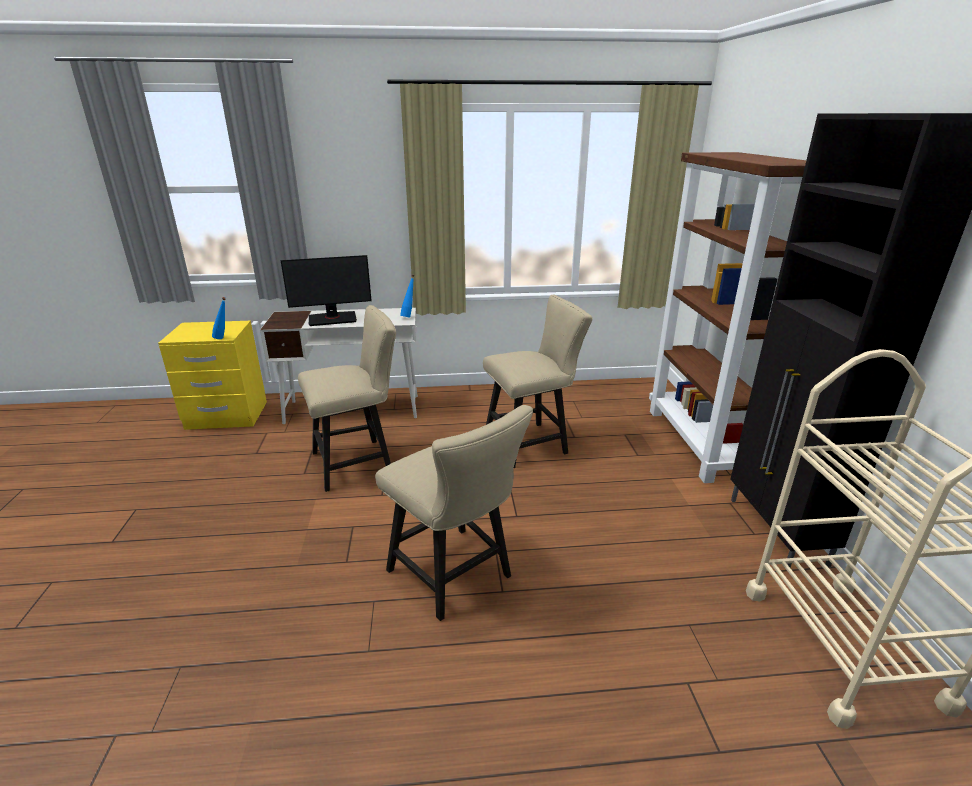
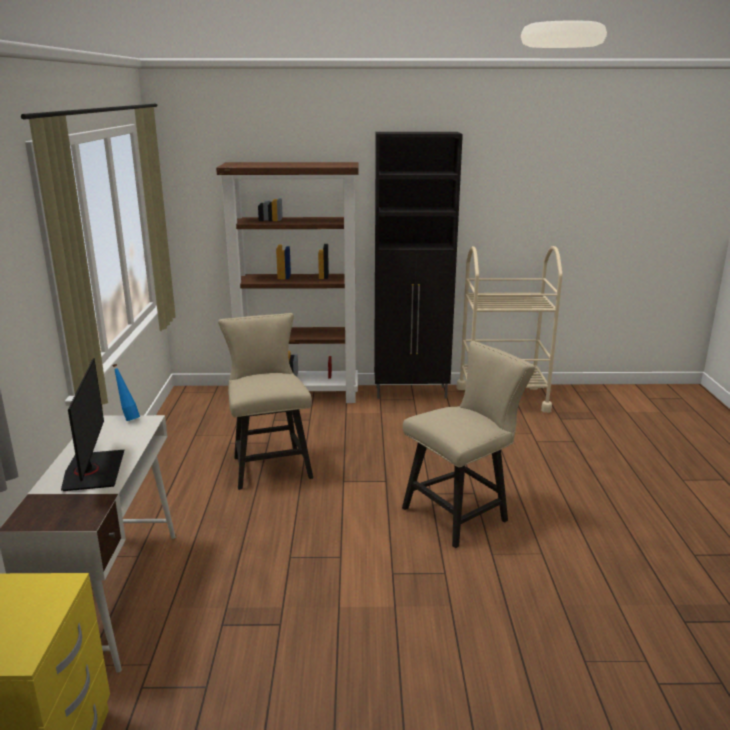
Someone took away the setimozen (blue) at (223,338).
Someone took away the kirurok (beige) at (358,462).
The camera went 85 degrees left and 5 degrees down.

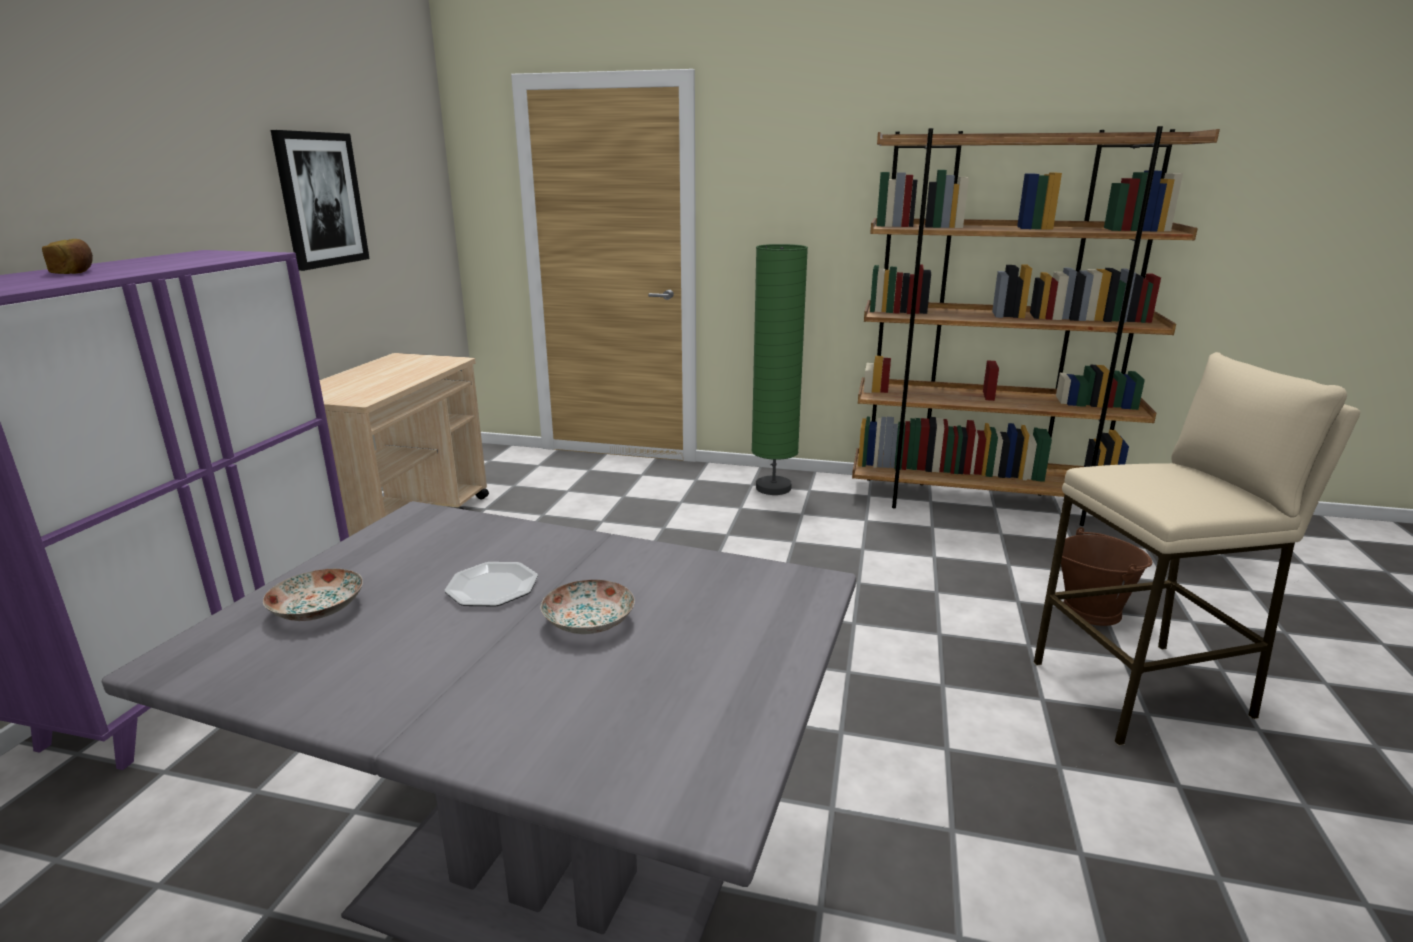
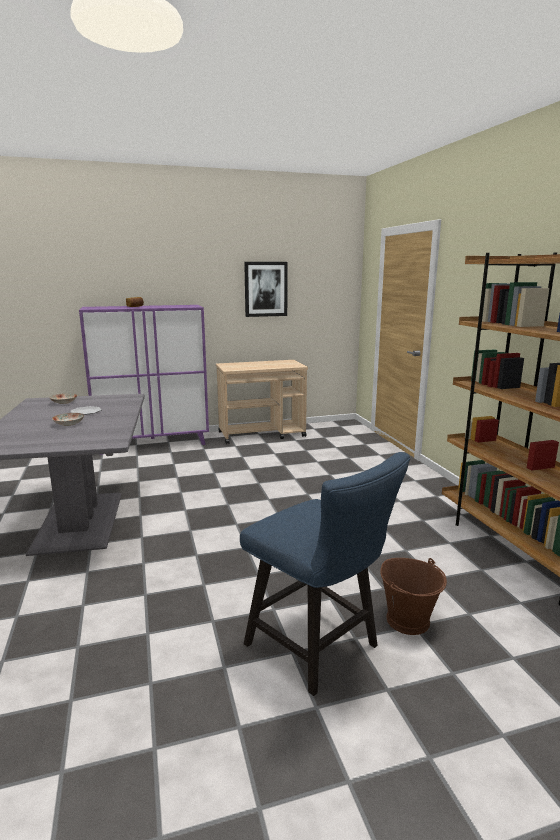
Someone took away the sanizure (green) at (773,488).
Someone swapped the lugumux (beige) at (1143,690) for the kirurok (blue) at (319,649).
The camera went 60 degrees right and 5 degrees down.

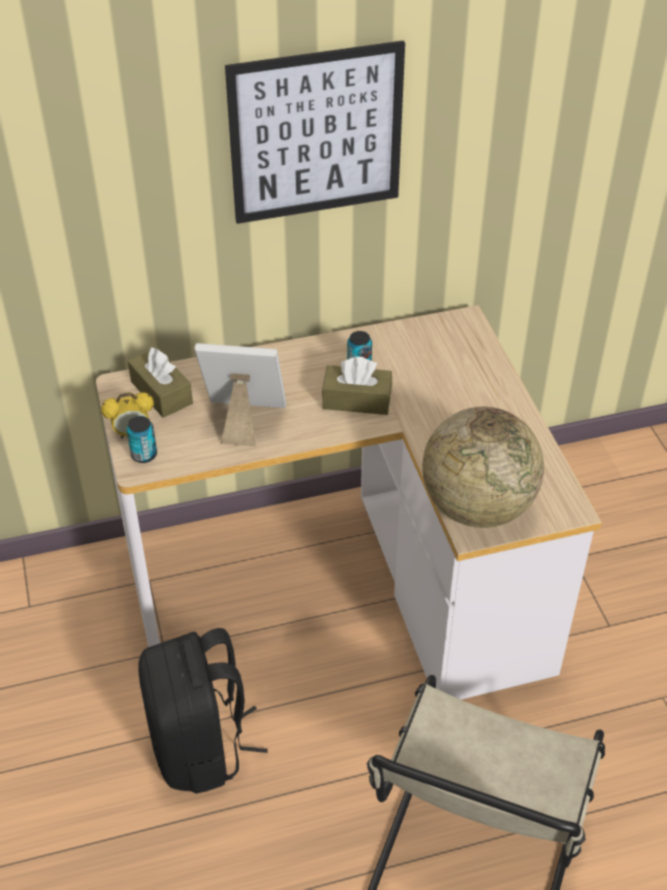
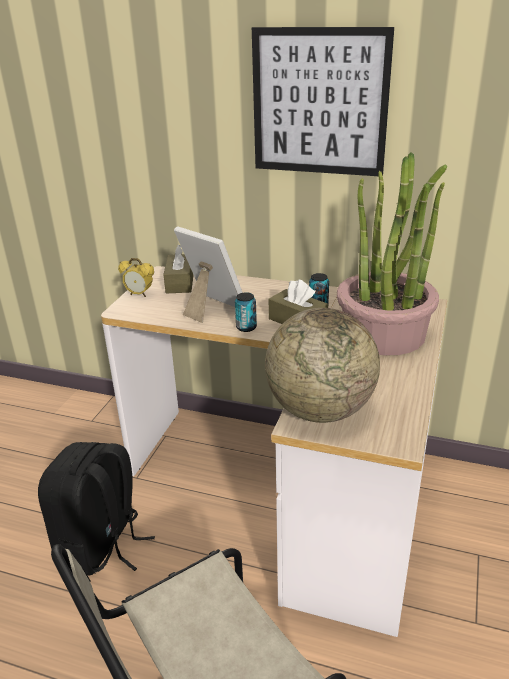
Someone carried the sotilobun from (144,455) to (246,327).
Someone put down the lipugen at (384,334).
The camera went 35 degrees right and 15 degrees down.

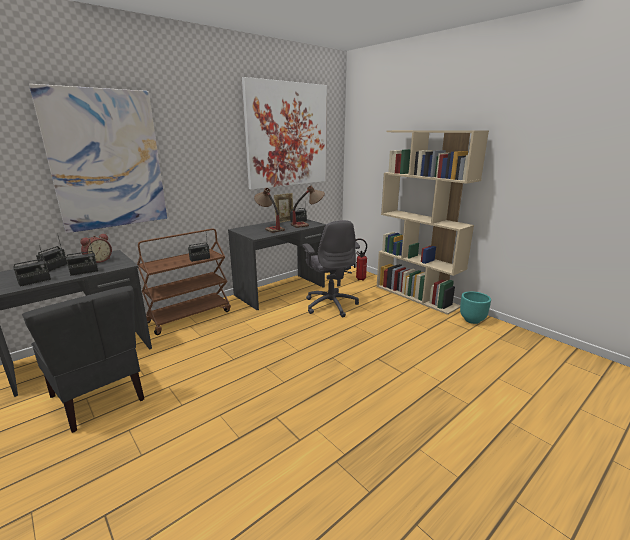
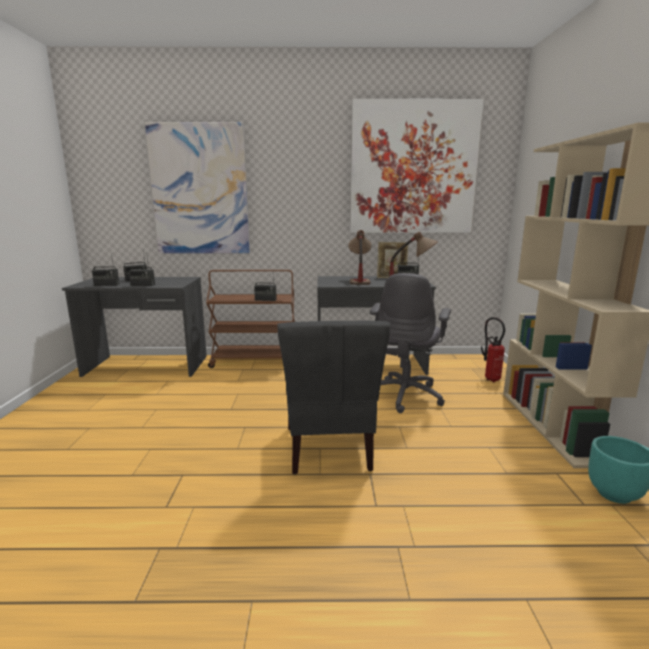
Someone carried the kirurok (grey) from (99,397) to (329,448).
Someone took away the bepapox at (98,261).
The camera went 40 degrees right and 5 degrees down.

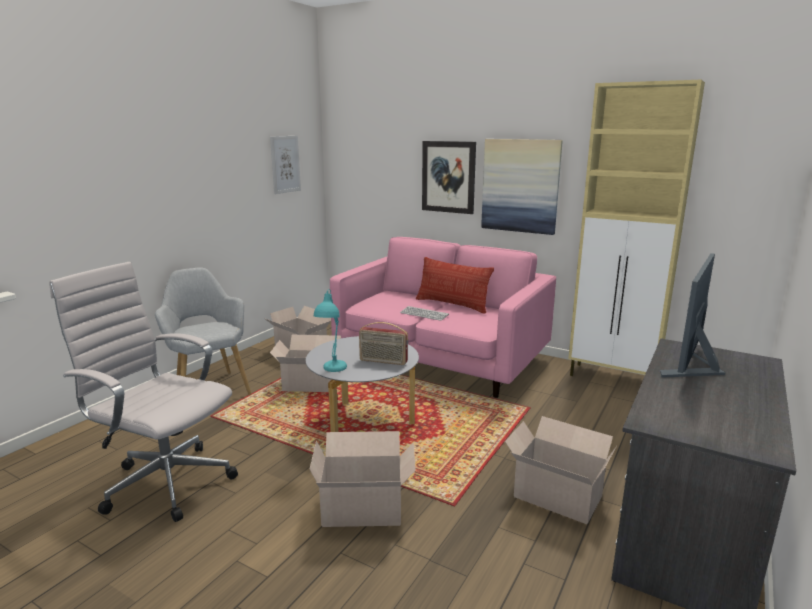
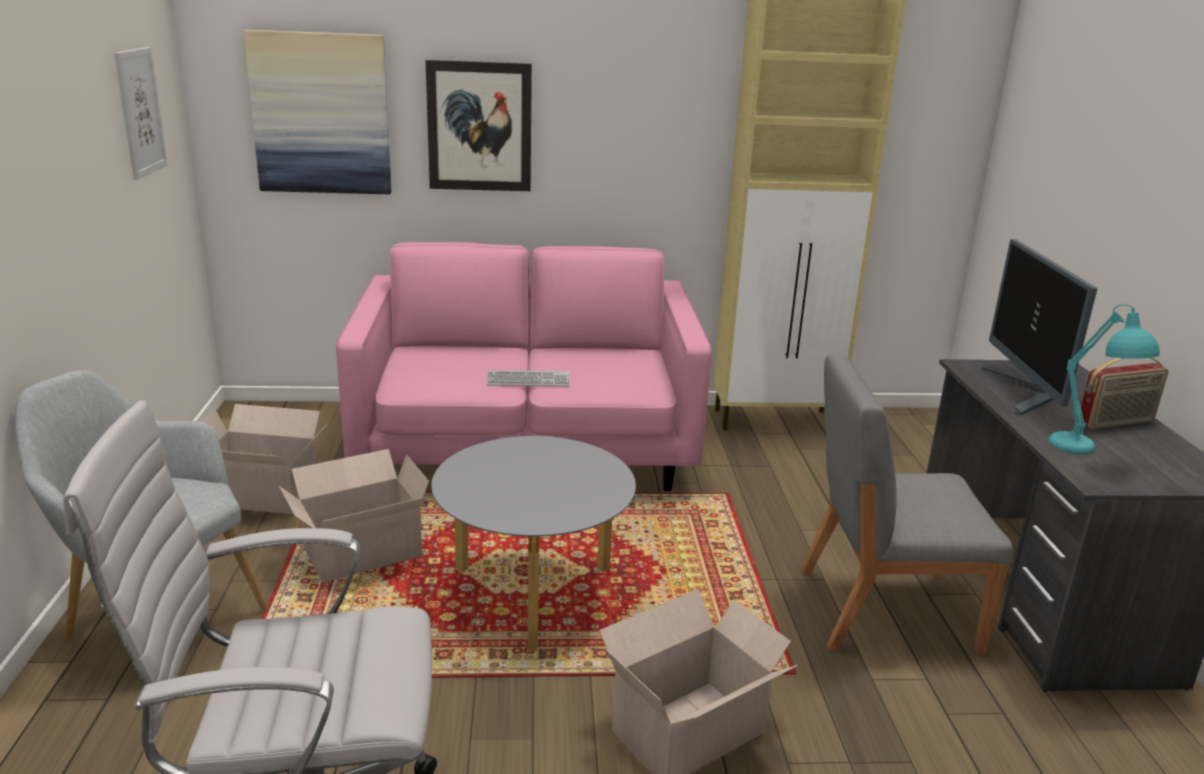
Someone carried the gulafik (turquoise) from (331,371) to (1086,452).
Someone carried the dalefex from (383,361) to (1116,423).
Someone took away the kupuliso at (452,304).
Someone carried the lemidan from (520,186) to (321,114).
Someone swapped the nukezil at (555,495) for the kirurok (grey) at (884,608).
The camera went 35 degrees left and 5 degrees up.

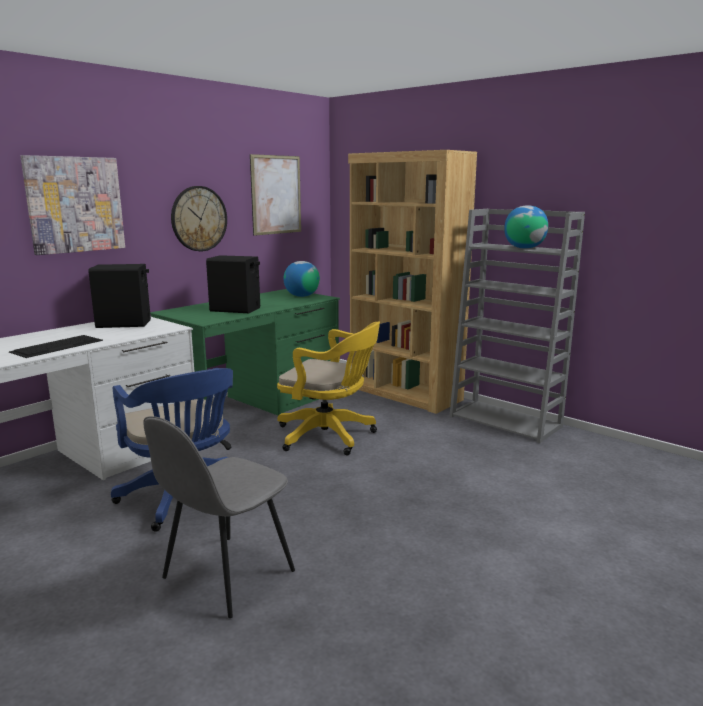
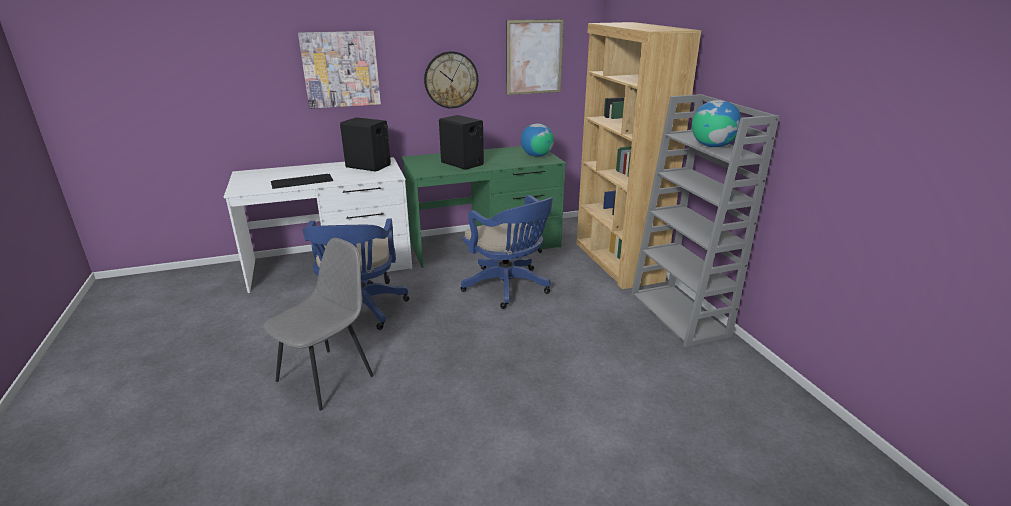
Someone rotated the kirurok (grey) at (226,576) by 150 degrees clockwise.
Someone repainted the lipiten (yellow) at (330,436), which became the lipiten (blue) at (508,288).
The camera went 30 degrees right and 10 degrees up.

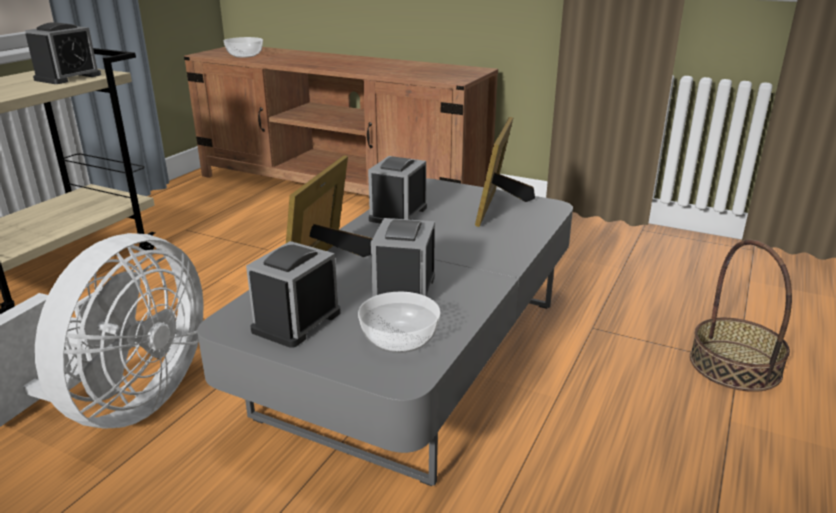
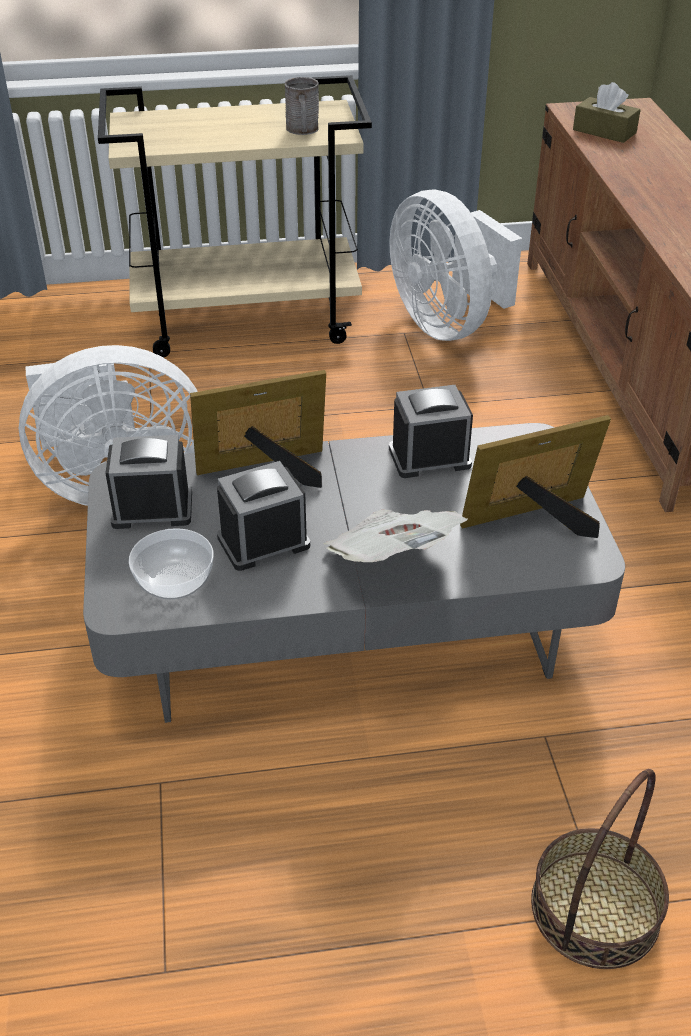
Someone swapped the bepapox at (68,77) for the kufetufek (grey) at (303,130).
Someone swapped the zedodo at (244,55) for the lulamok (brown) at (604,131).
Someone put down the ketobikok at (392,559).
Someone put down the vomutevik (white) at (447,323).
The camera went 55 degrees right and 15 degrees up.

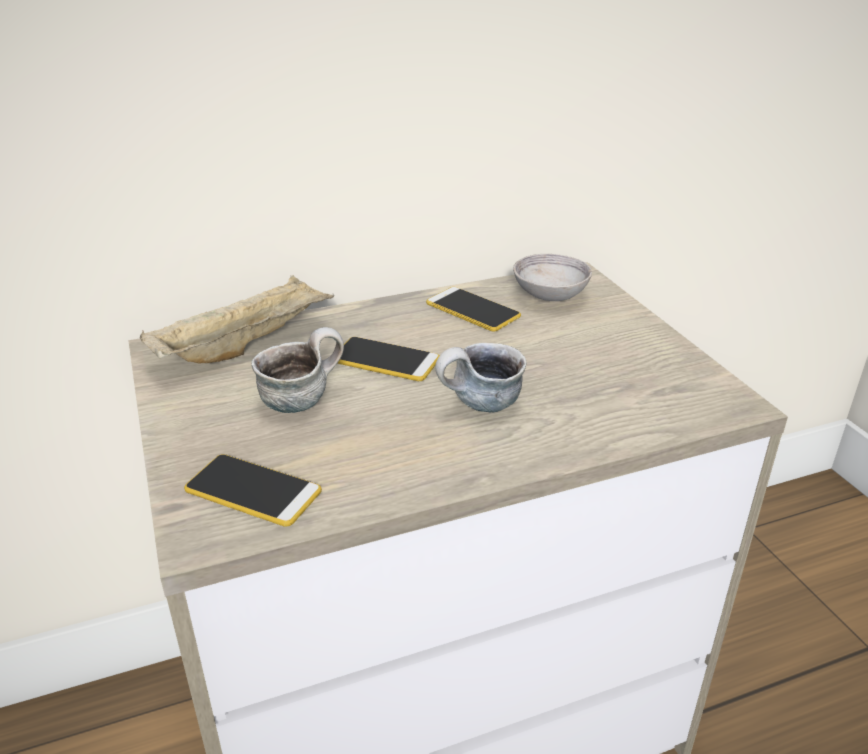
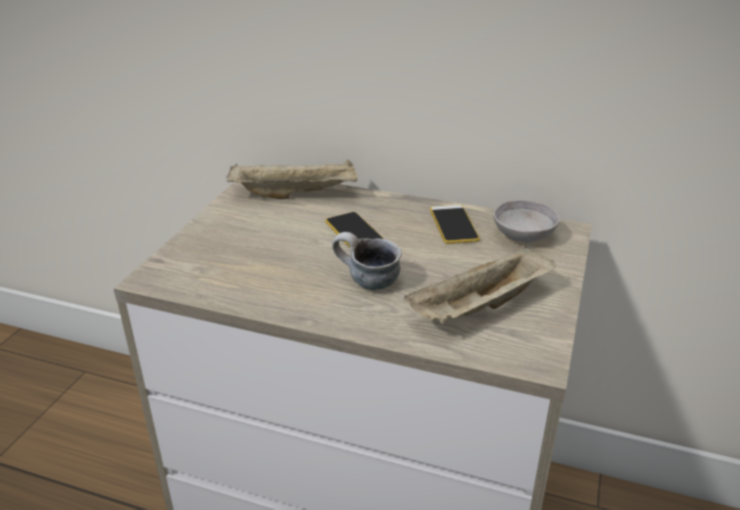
Someone took away the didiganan at (253,491).
Someone took away the kufetufek at (302,399).
Someone put down the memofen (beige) at (480,308).
The camera went 40 degrees right and 0 degrees up.

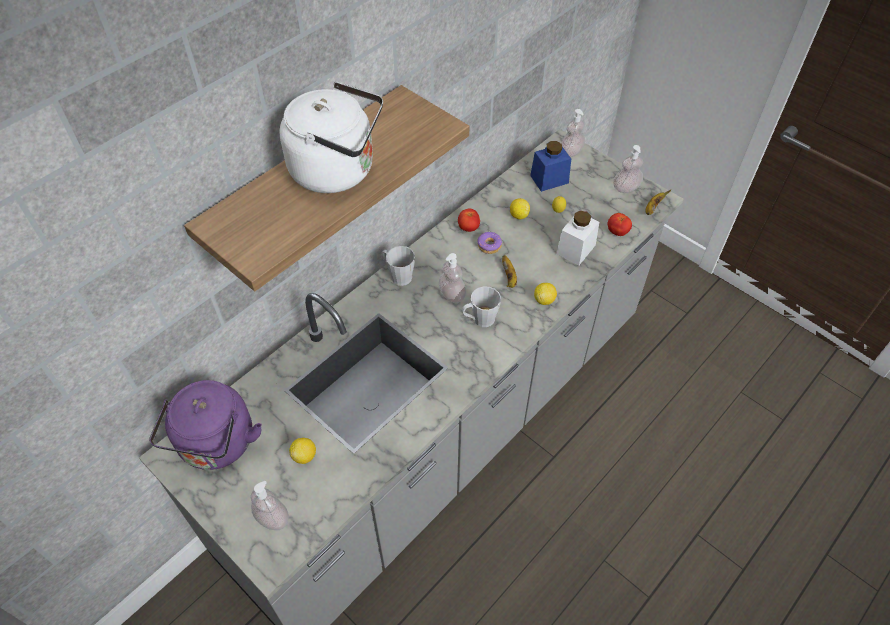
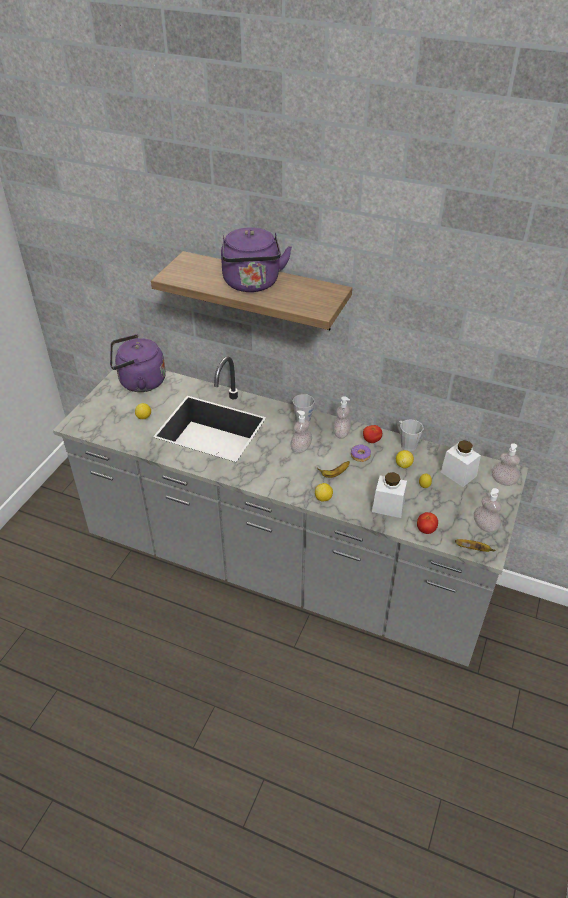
Someone carried the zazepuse from (272,518) to (341,433).
Someone repainted the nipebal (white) at (338,170), which became the nipebal (purple) at (252,284).
Someone carried the kufetufek (grey) from (480,320) to (406,444).
Someone repainted the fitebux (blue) at (549,179), which became the fitebux (white) at (458,474).
The camera went 70 degrees right and 10 degrees down.

